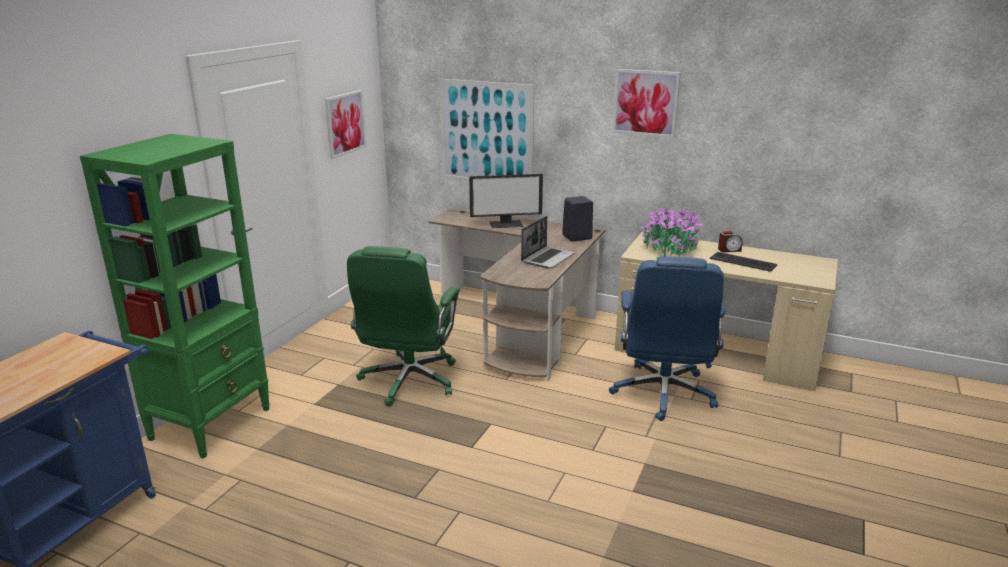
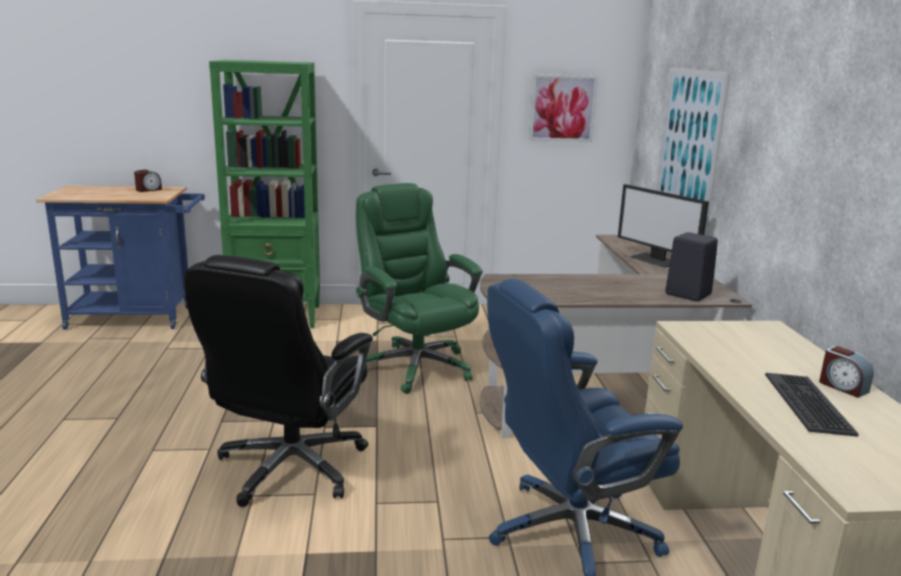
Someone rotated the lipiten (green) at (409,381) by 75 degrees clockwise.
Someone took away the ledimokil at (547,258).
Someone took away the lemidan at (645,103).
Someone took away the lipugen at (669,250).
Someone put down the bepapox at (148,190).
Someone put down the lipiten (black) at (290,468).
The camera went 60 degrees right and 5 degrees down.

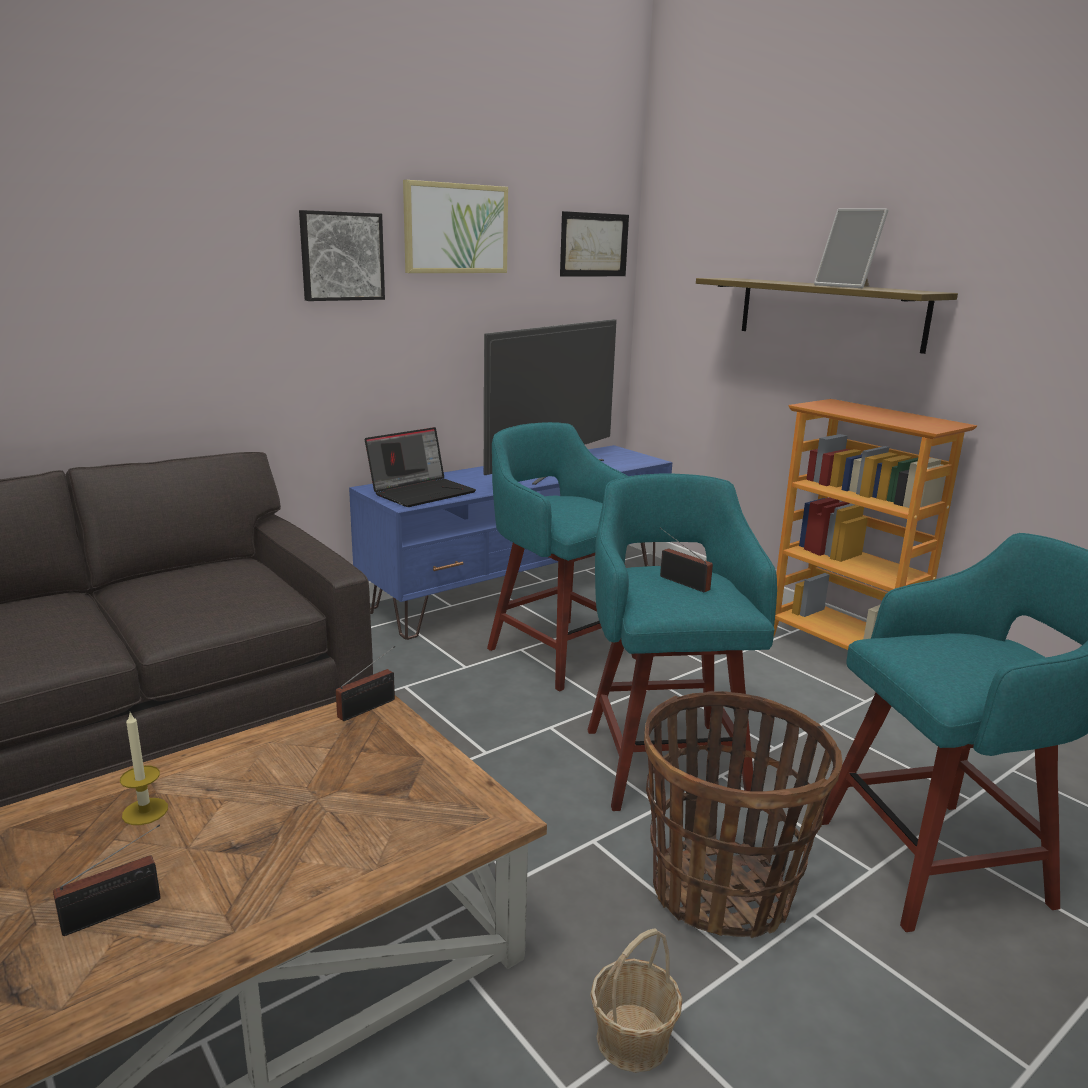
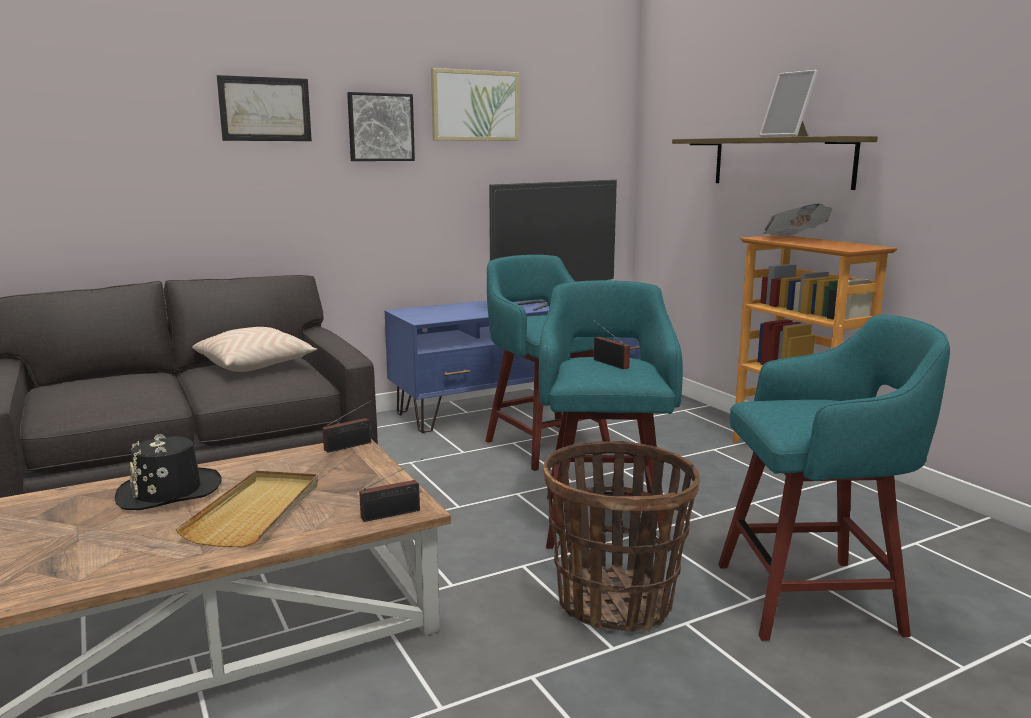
Someone carried the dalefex from (117,911) to (394,514).
Someone swapped the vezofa at (145,811) for the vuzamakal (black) at (169,492).
Someone took away the ledimokil at (422,492).
Someone carried the lemidan from (594,245) to (265,109).
Someone took away the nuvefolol at (633,1039).
Someone put down the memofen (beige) at (256,511).
Someone put down the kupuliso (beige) at (256,365).
Someone put down the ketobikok at (795,239).
The camera went 10 degrees right and 5 degrees down.

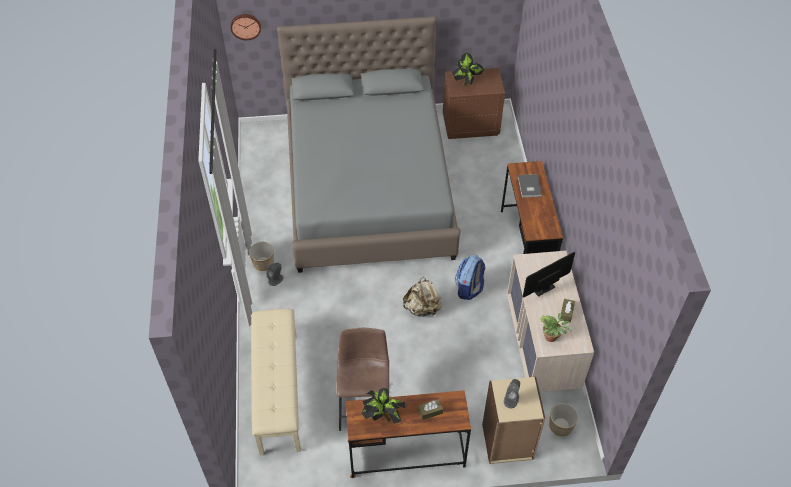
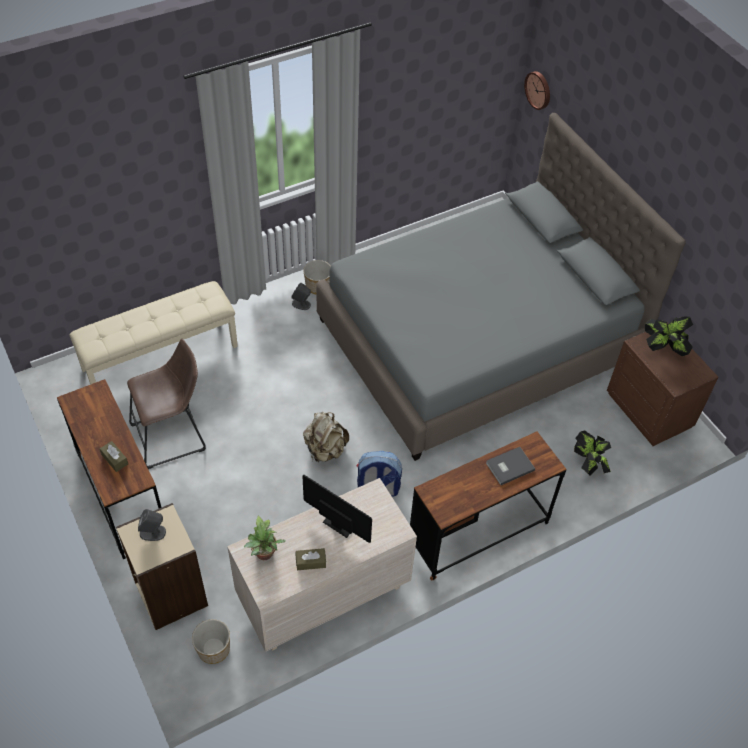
Someone carried the lipugen from (383,416) to (588,466).
The camera went 65 degrees right and 0 degrees up.

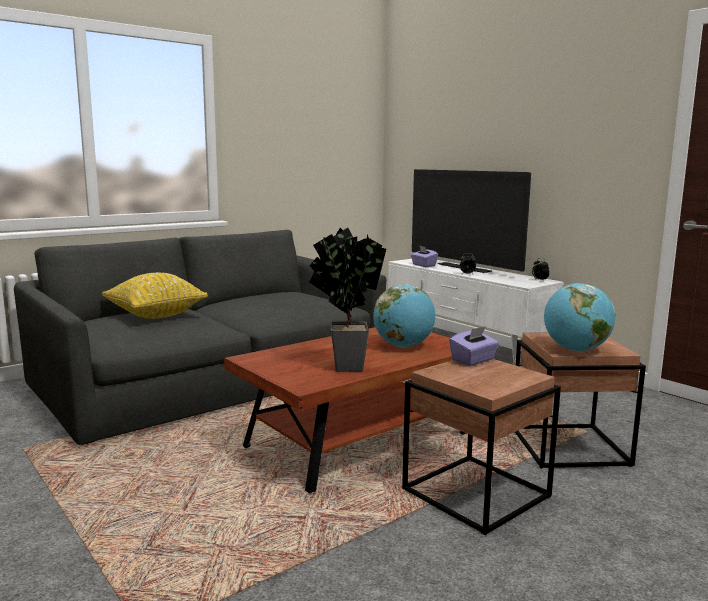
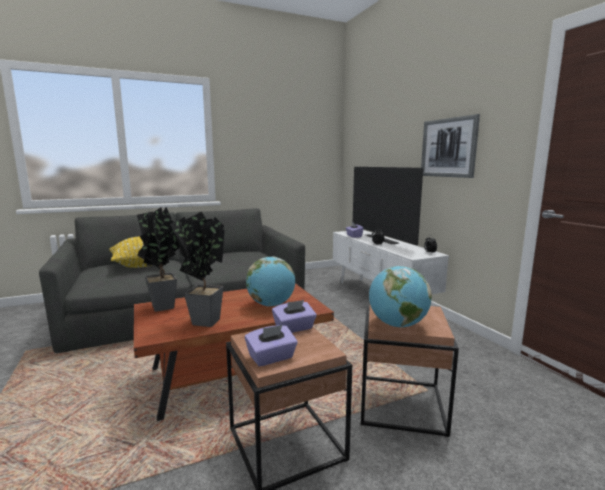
Someone put down the lipugen at (165,305).
Someone put down the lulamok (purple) at (271,358).
Someone put up the lemidan at (448,147).
The camera went 15 degrees right and 0 degrees up.

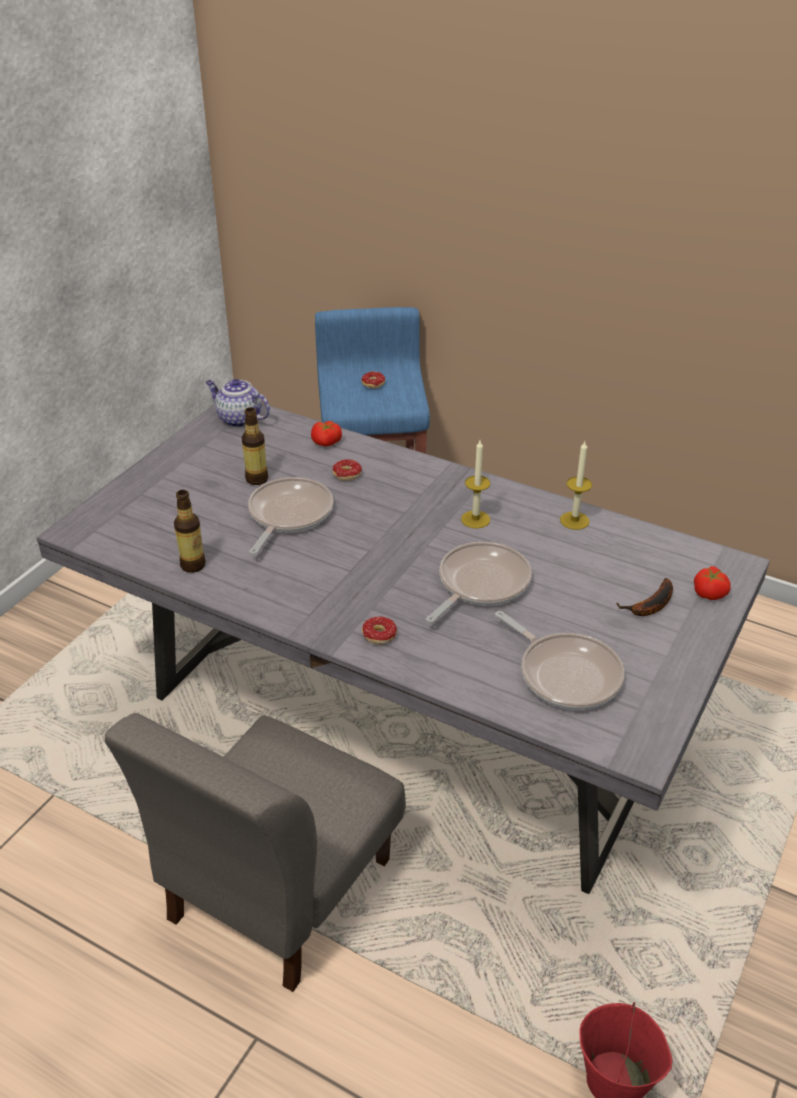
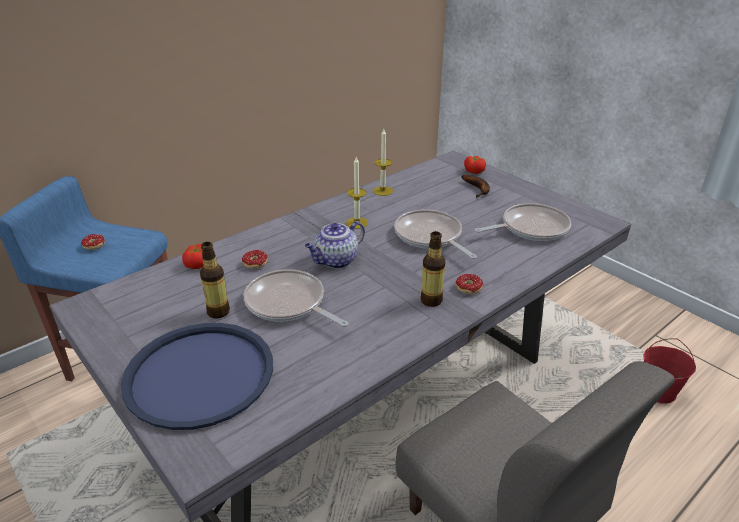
Someone carried the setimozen from (193,565) to (431,300).
Someone carried the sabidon from (238,419) to (336,261).
Someone put down the memofen (blue) at (200,375).
The camera went 70 degrees left and 5 degrees down.

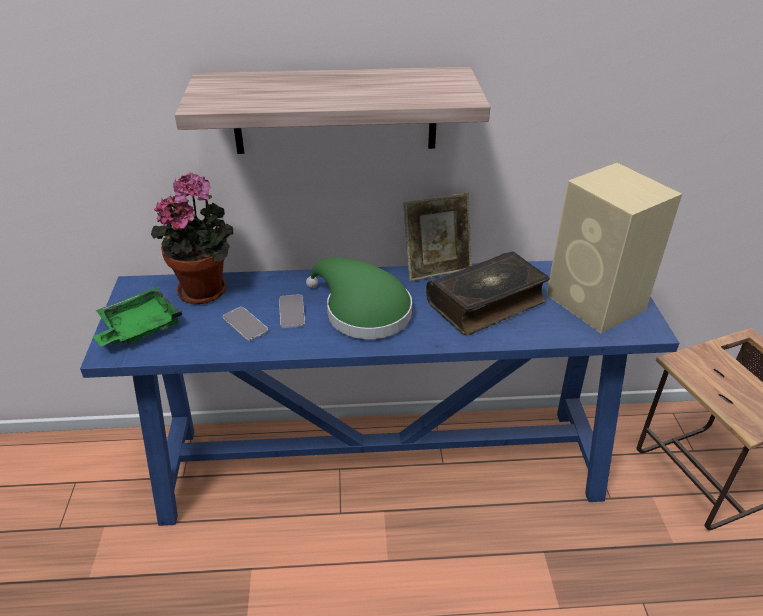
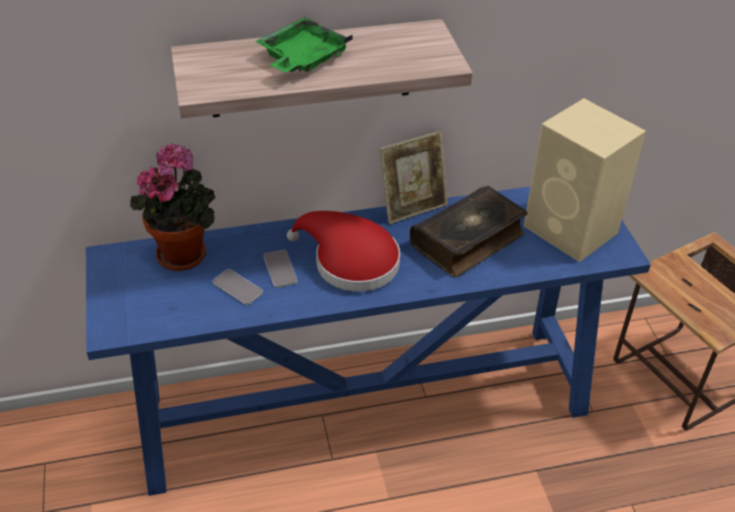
Someone carried the memofen (green) from (139,327) to (302,58).
Someone repainted the vuzamakal (green) at (362,311), which became the vuzamakal (red) at (350,262).
The camera went 10 degrees left and 5 degrees up.

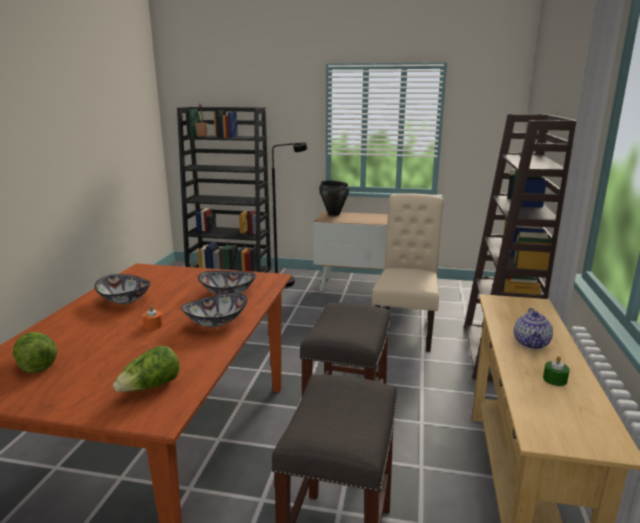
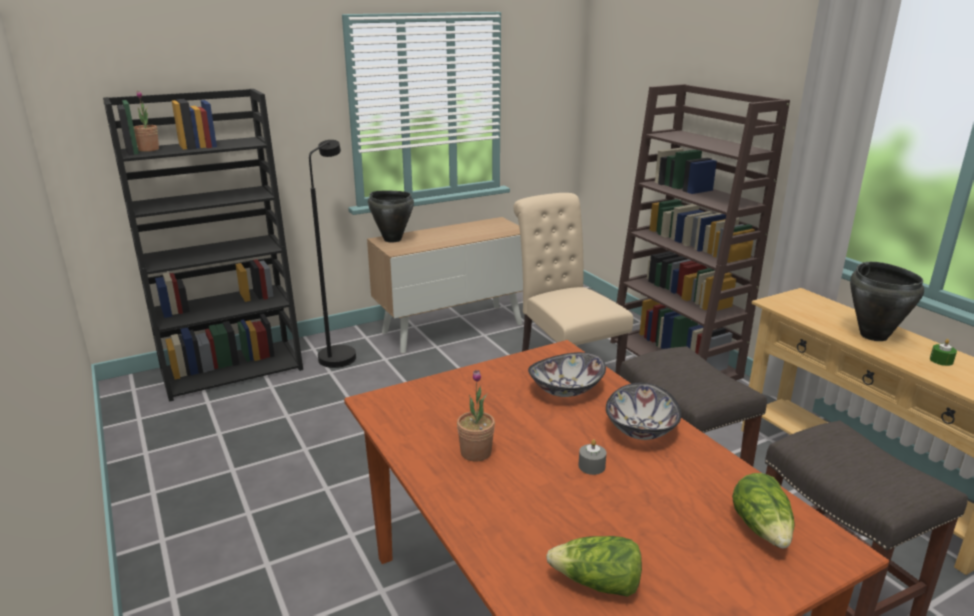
Someone swapped the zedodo at (125,300) for the lipugen at (476,452).
Someone repainted the vezofa (orange) at (153,325), which became the vezofa (grey) at (591,466).
Someone swapped the sabidon at (531,343) for the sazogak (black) at (873,335).
The camera went 40 degrees left and 5 degrees up.

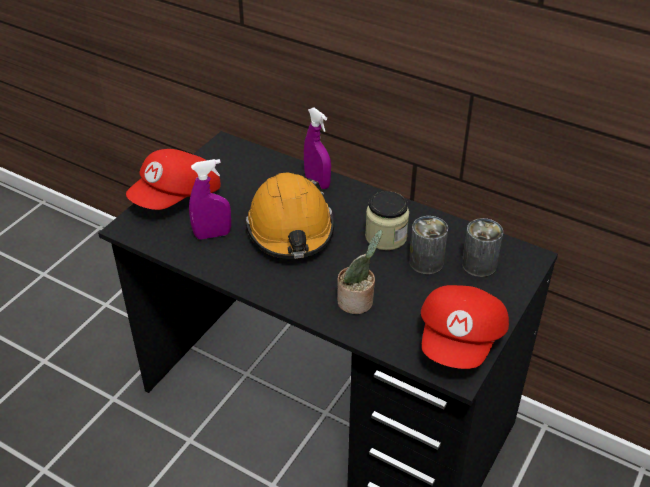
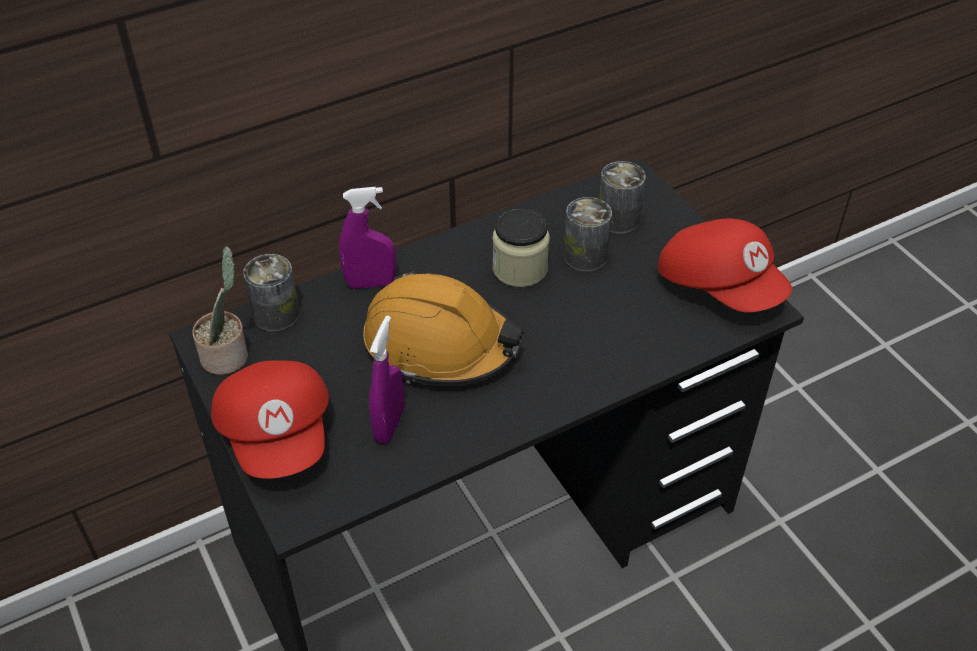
Someone carried the lipugen from (358,302) to (227,355).
Someone put down the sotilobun at (276,314).
The camera went 60 degrees left and 5 degrees up.

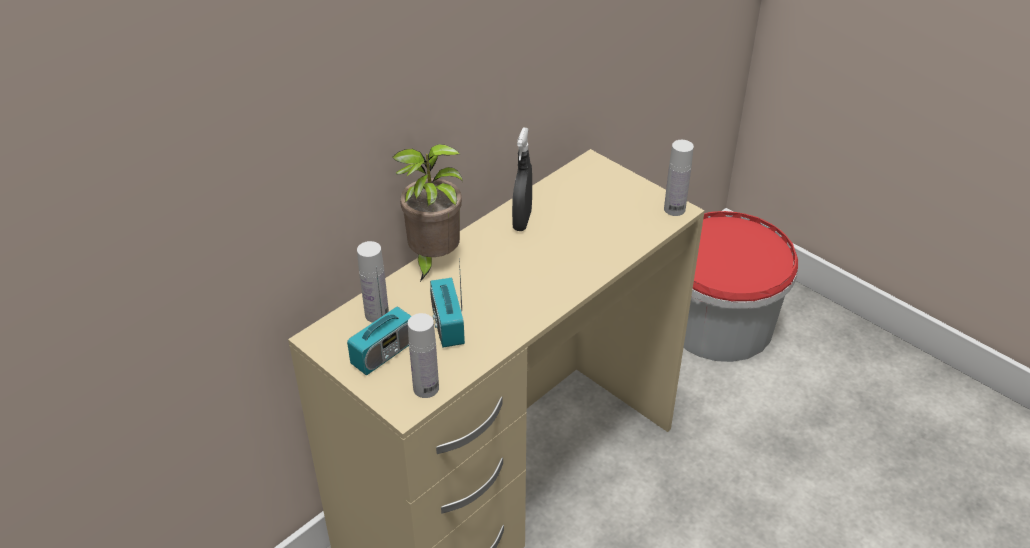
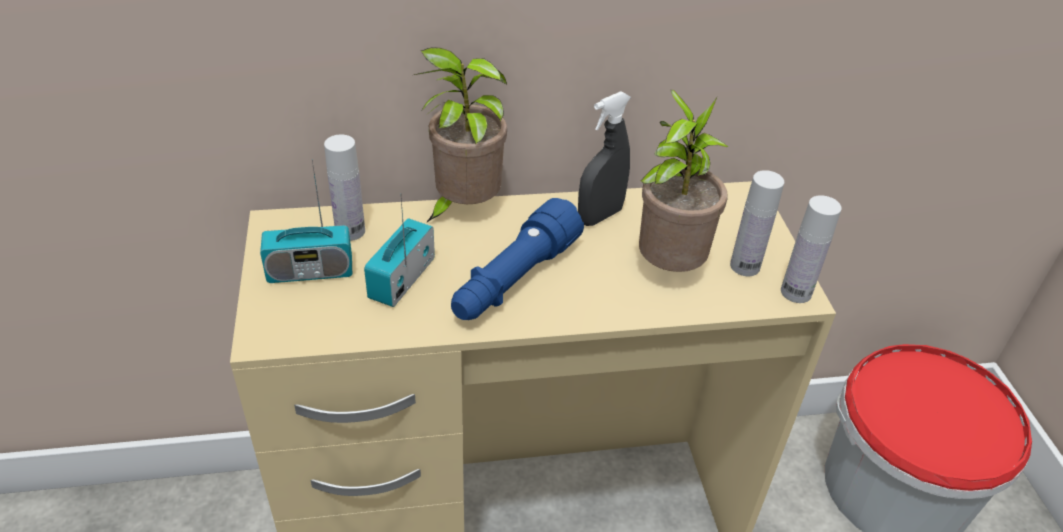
Someone carried the setimozen (white) from (426,388) to (745,266).
Someone put down the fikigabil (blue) at (514,280).
Someone put down the lipugen at (667,267).
The camera went 35 degrees right and 0 degrees up.

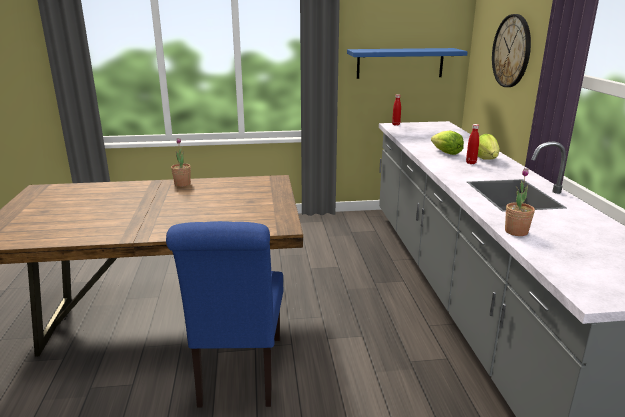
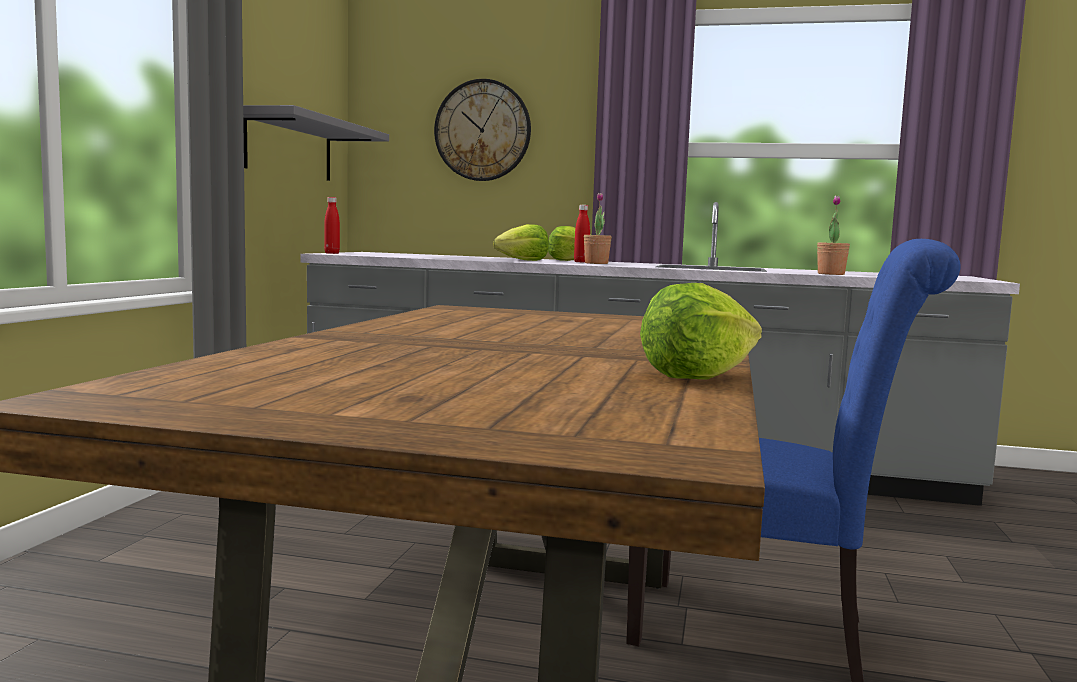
Someone carried the lipugen from (182,184) to (596,263).
Someone repainted the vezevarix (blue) at (400,63), which became the vezevarix (grey) at (289,148).
Someone put down the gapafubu at (698,376).
The camera went 70 degrees left and 15 degrees down.

